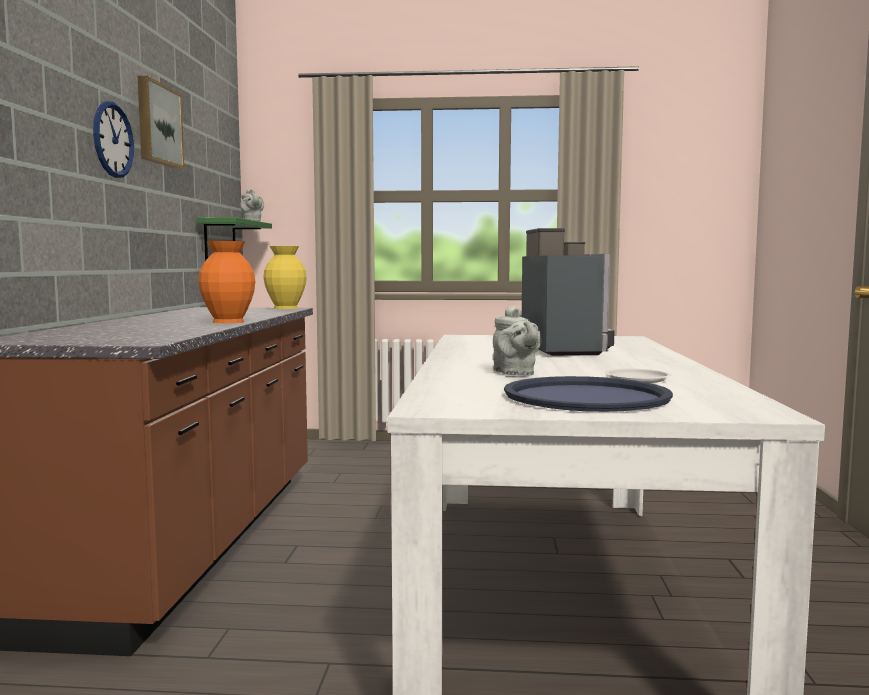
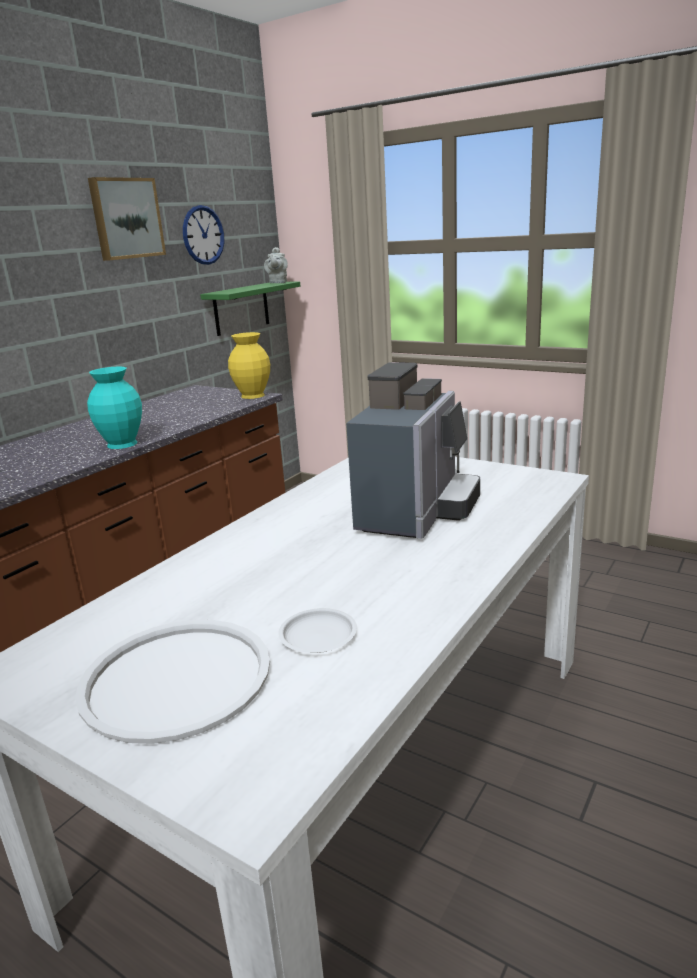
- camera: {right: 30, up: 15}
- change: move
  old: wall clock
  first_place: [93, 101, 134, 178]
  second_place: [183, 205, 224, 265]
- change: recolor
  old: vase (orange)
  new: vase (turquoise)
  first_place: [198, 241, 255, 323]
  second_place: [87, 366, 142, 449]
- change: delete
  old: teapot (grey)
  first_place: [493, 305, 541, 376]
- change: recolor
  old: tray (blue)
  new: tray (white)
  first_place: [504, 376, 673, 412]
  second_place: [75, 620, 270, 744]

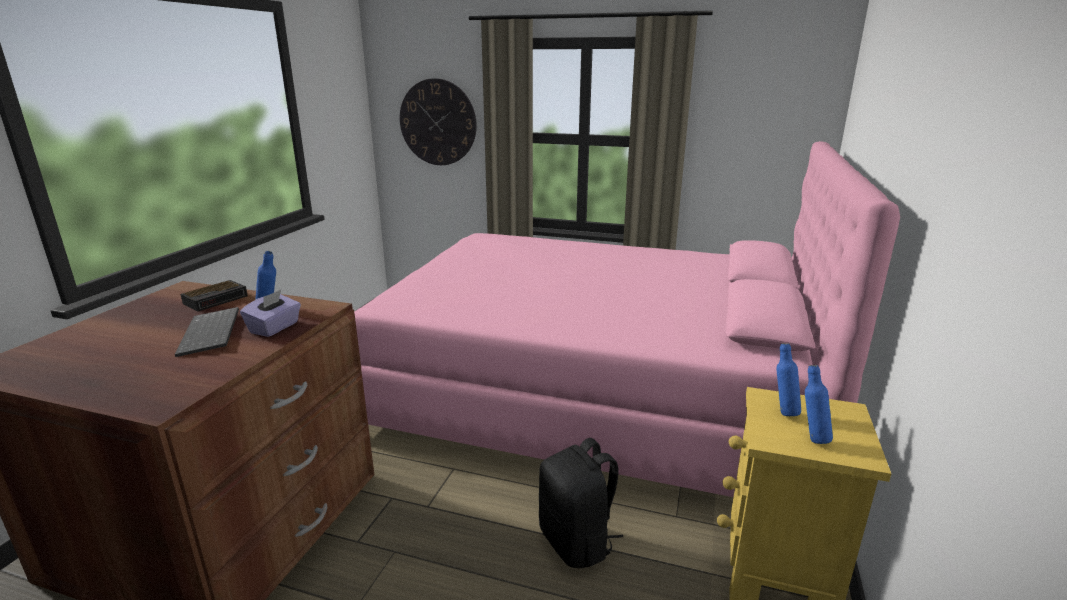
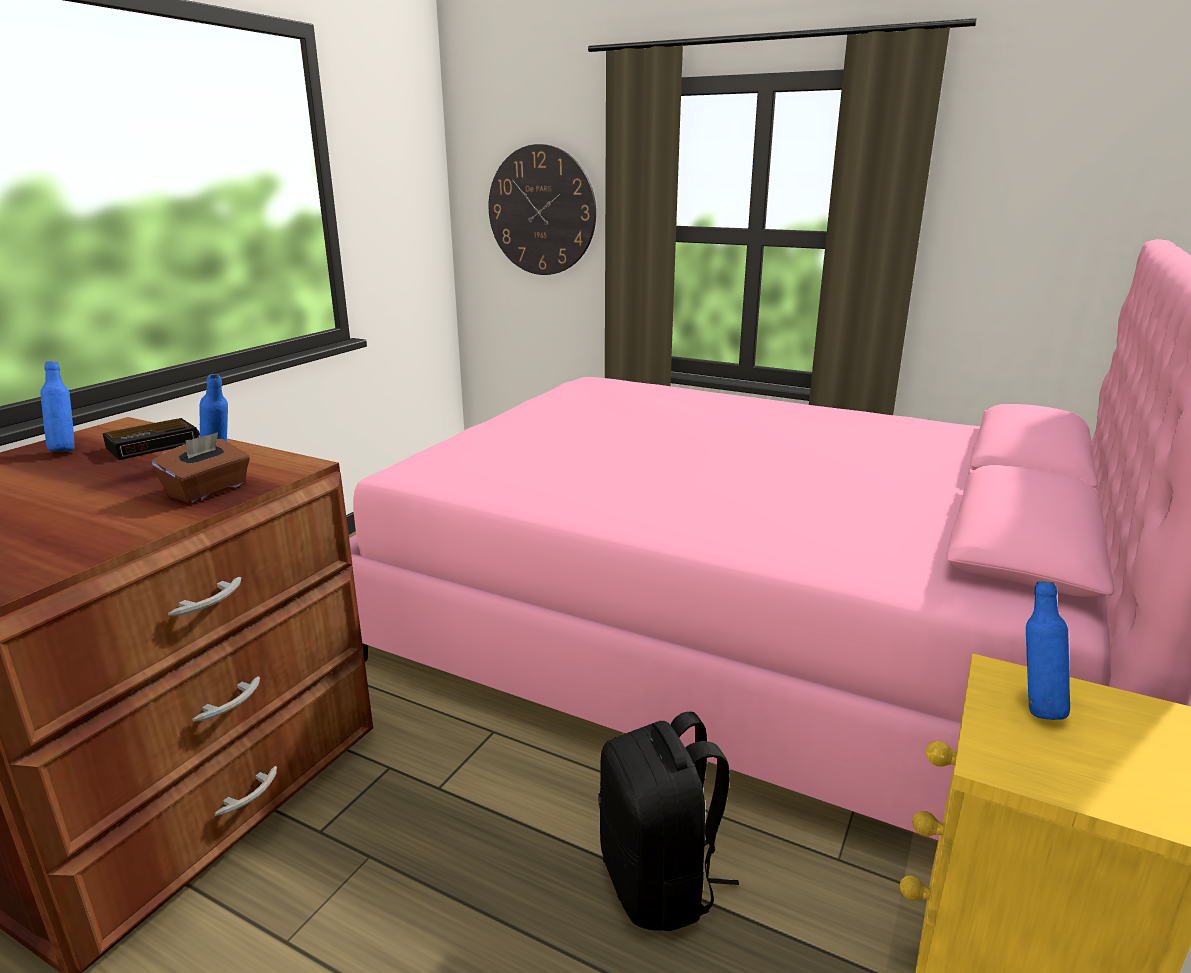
- camera: {right: 10, up: 0}
- change: recolor
  old: tissue box (purple)
  new: tissue box (brown)
  first_place: [240, 290, 301, 337]
  second_place: [152, 432, 250, 504]
- change: delete
  old: keyboard
  first_place: [175, 307, 239, 357]
- change: move
  old: bottle (blue)
  first_place: [805, 365, 833, 444]
  second_place: [40, 361, 75, 452]

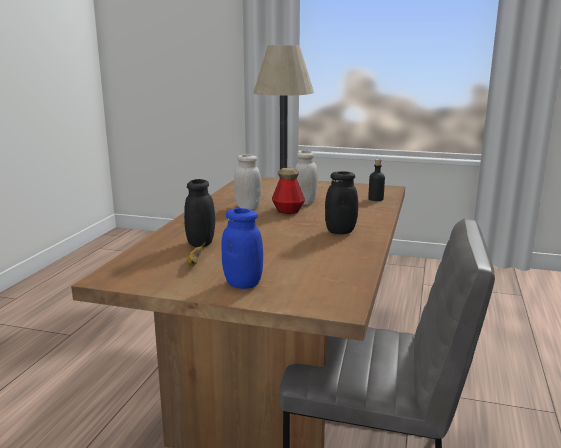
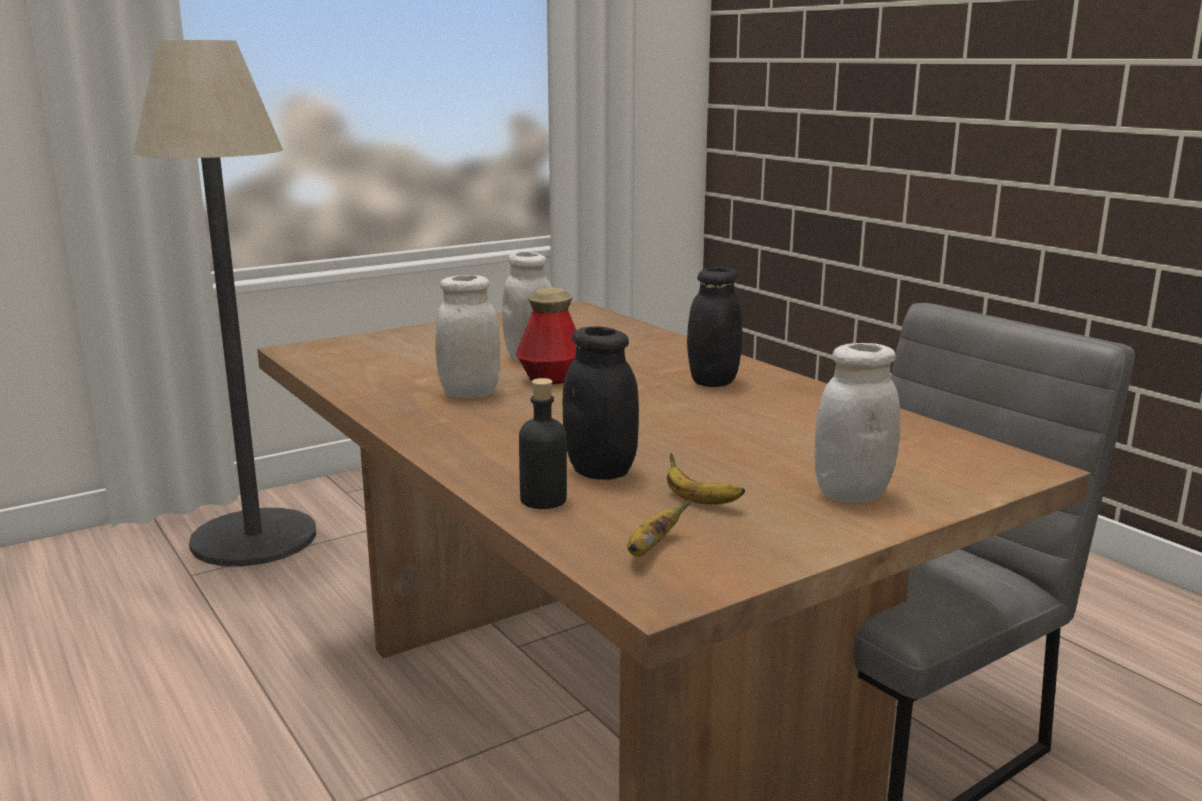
- camera: {right: -50, up: 0}
- change: move
  old: bottle (black)
  first_place: [368, 159, 385, 201]
  second_place: [519, 378, 567, 509]
- change: recolor
  old: jar (blue)
  new: jar (white)
  first_place: [221, 208, 263, 289]
  second_place: [815, 343, 900, 503]
- change: insert
  new: banana
  second_place: [627, 498, 692, 557]

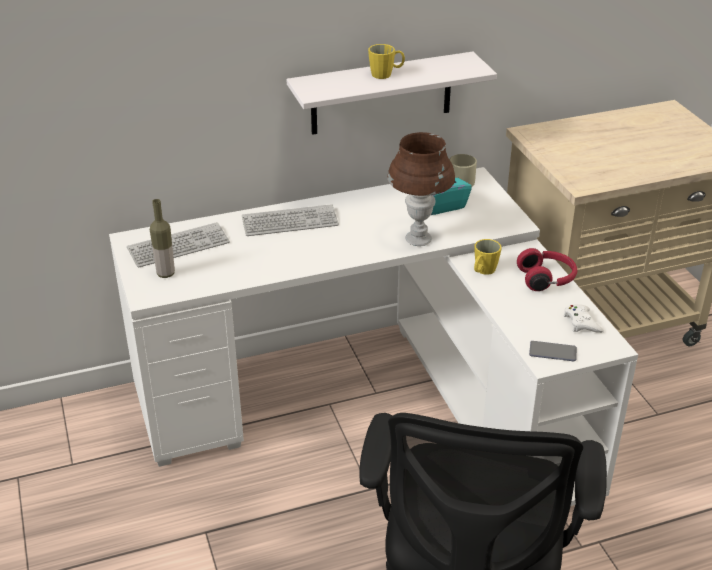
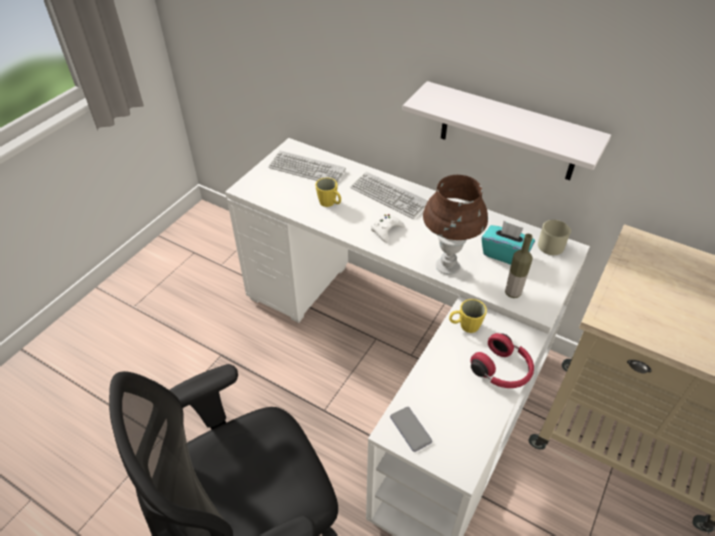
- camera: {right: 50, up: 10}
- change: move
  old: mug (yellow)
  first_place: [368, 44, 405, 79]
  second_place: [315, 177, 341, 207]
- change: move
  old: bottle
  first_place: [150, 199, 175, 278]
  second_place: [505, 234, 533, 298]
- change: move
  old: game controller (white)
  first_place: [564, 304, 604, 333]
  second_place: [371, 214, 405, 243]

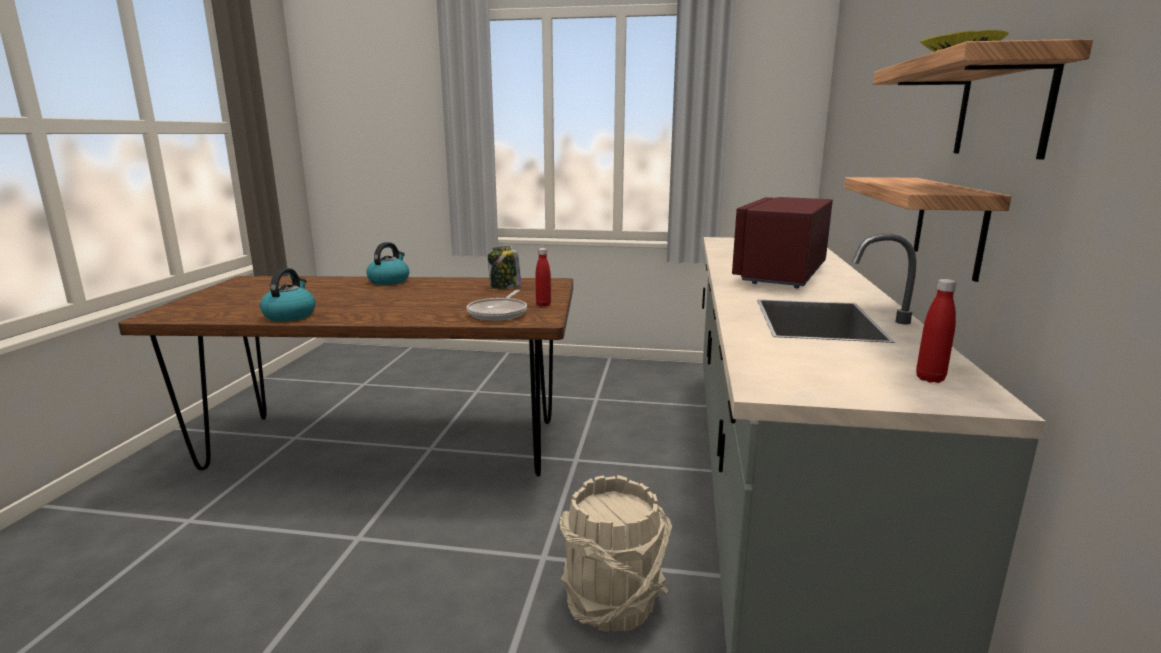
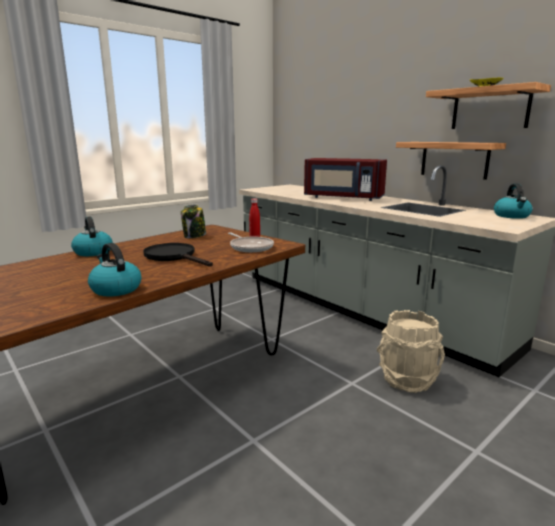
- camera: {right: -50, up: 0}
- change: rotate
  old: microwave (red)
  first_place: [732, 197, 833, 288]
  second_place: [304, 158, 387, 201]
  degrees: -45
- change: replace
  old: bottle (red)
  new: kettle
  first_place: [916, 279, 957, 383]
  second_place: [494, 184, 532, 219]
- change: insert
  new: frying pan (black)
  second_place: [143, 243, 213, 267]

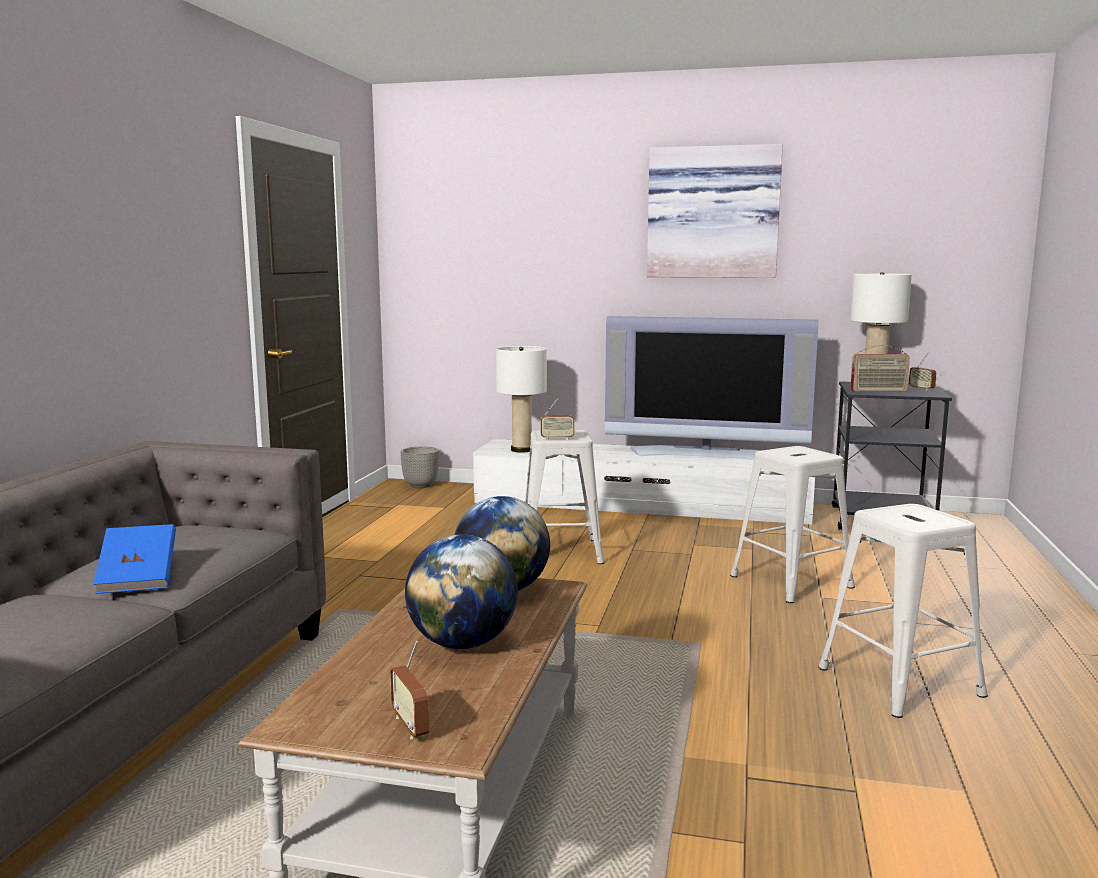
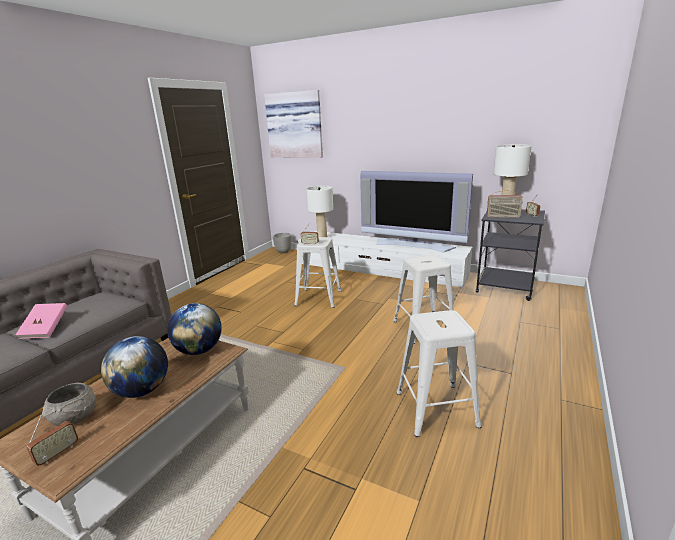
- camera: {right: 15, up: 10}
- change: move
  old: picture
  first_place: [647, 144, 783, 278]
  second_place: [264, 90, 323, 158]
- change: recolor
  old: book (blue)
  new: book (pink)
  first_place: [93, 524, 176, 594]
  second_place: [16, 303, 67, 339]
- change: rotate
  old: radio
  first_place: [390, 641, 429, 739]
  second_place: [27, 414, 78, 466]
  degrees: -135
- change: insert
  new: bowl (grey)
  second_place: [42, 383, 96, 426]

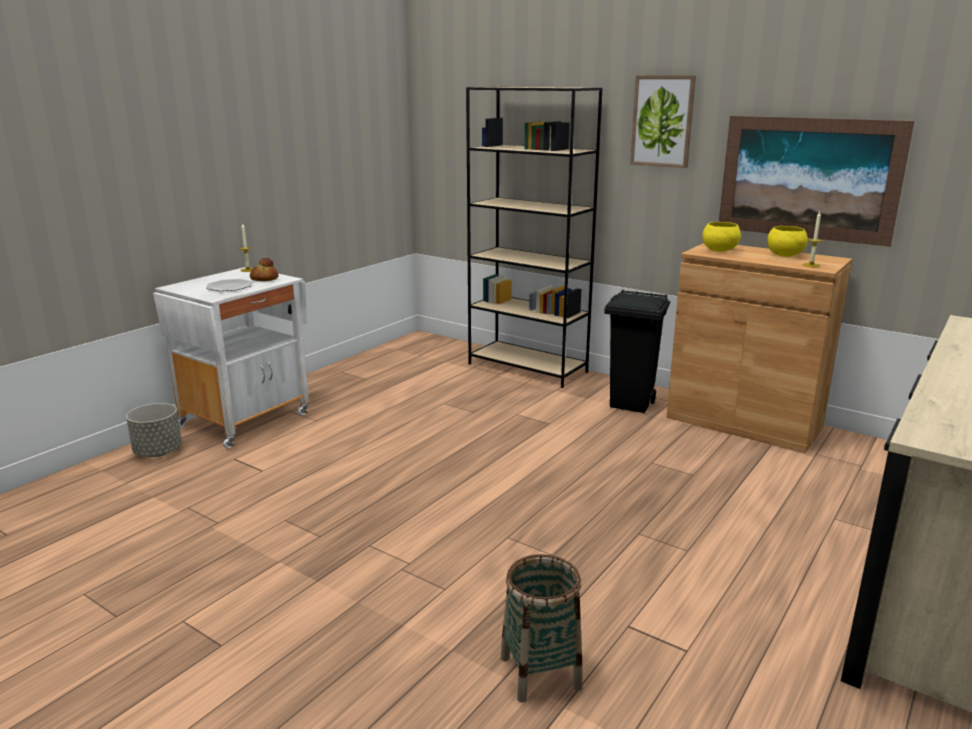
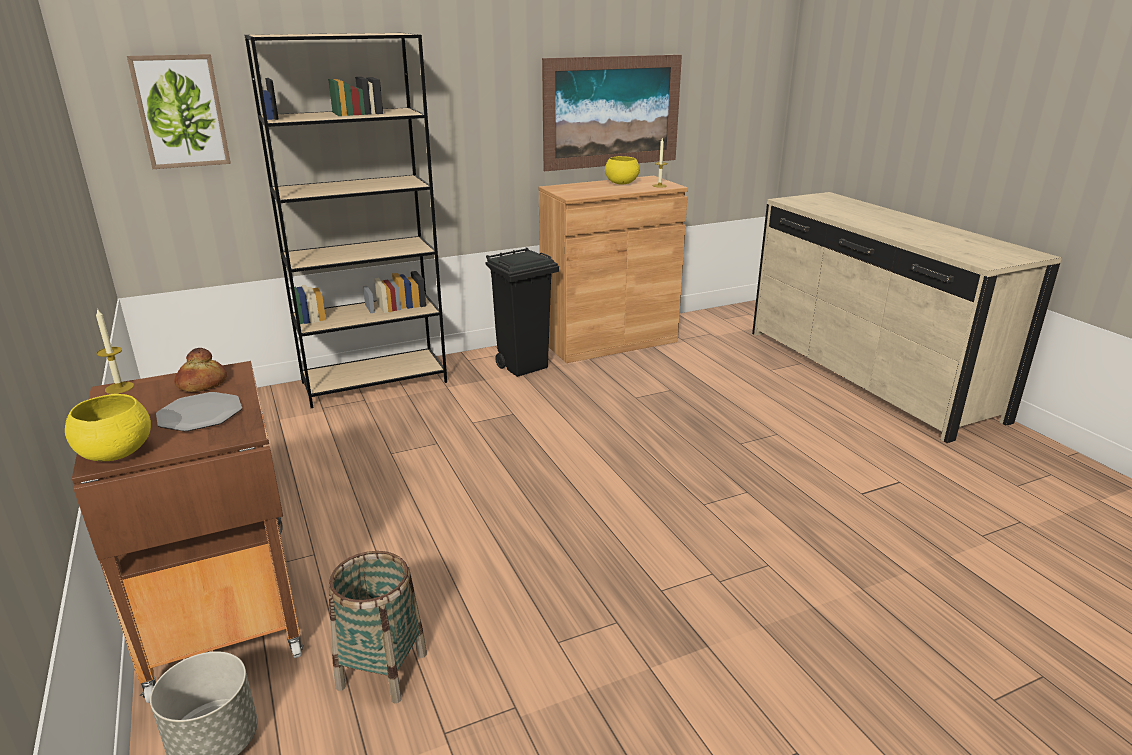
- camera: {right: -60, up: 5}
- change: move
  old: picture
  first_place: [630, 76, 696, 168]
  second_place: [127, 54, 231, 169]
- change: move
  old: bowl (yellow)
  first_place: [702, 222, 741, 252]
  second_place: [65, 394, 151, 461]
- change: recolor
  old: cart (white)
  new: cart (brown)
  first_place: [153, 267, 309, 449]
  second_place: [72, 361, 303, 703]
- change: move
  old: basket
  first_place: [501, 554, 582, 703]
  second_place: [329, 551, 427, 704]

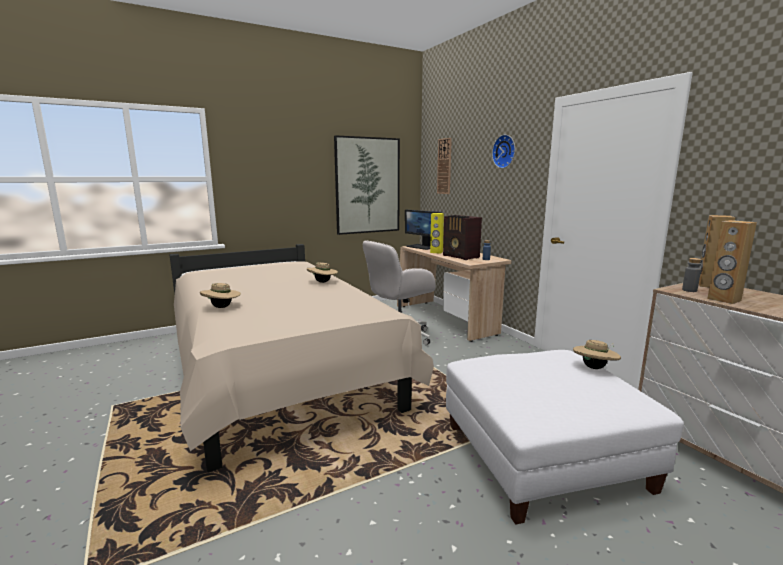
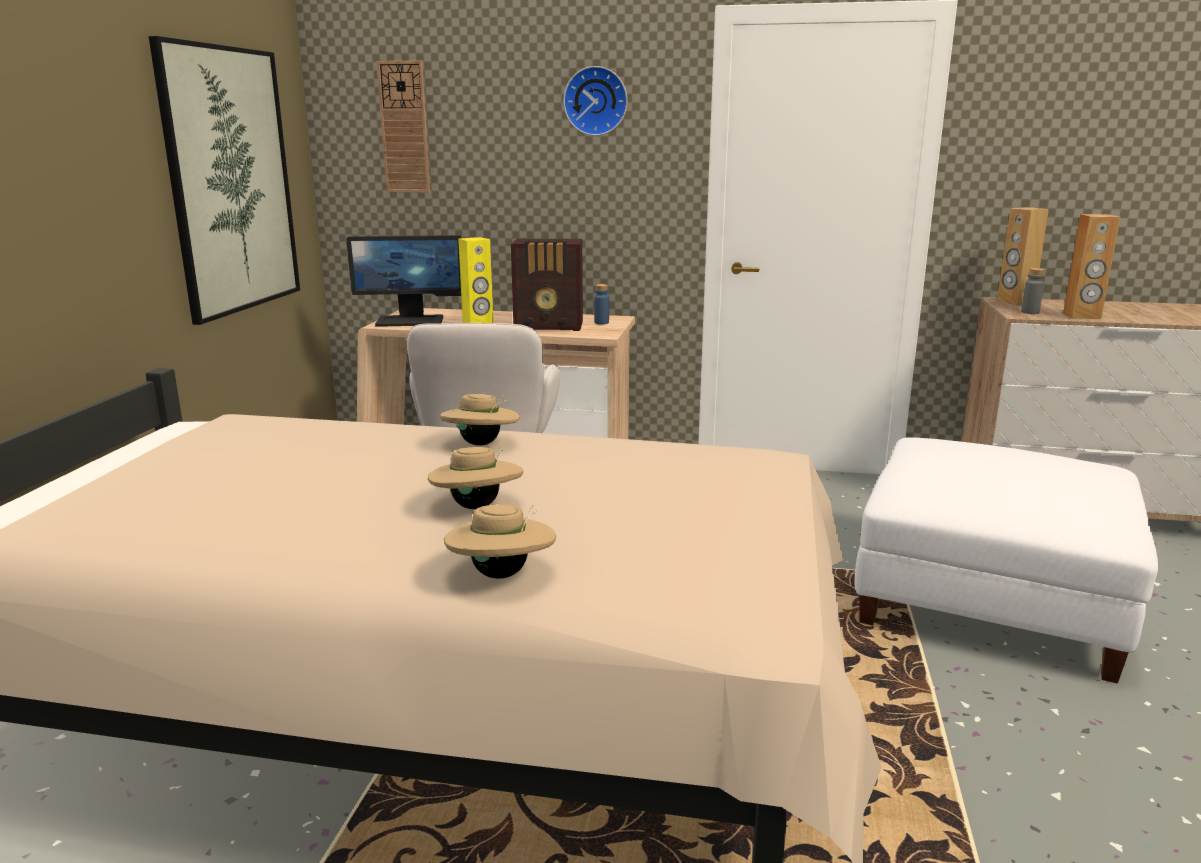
- camera: {right: -50, up: 5}
- change: move
  old: hat (beige)
  first_place: [573, 340, 621, 369]
  second_place: [428, 444, 523, 509]

